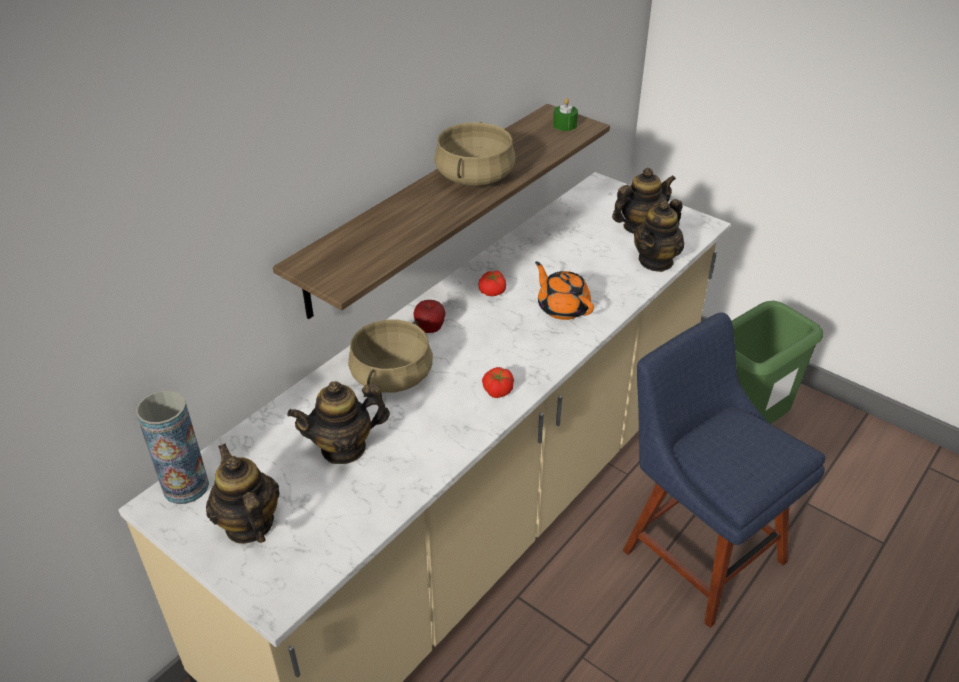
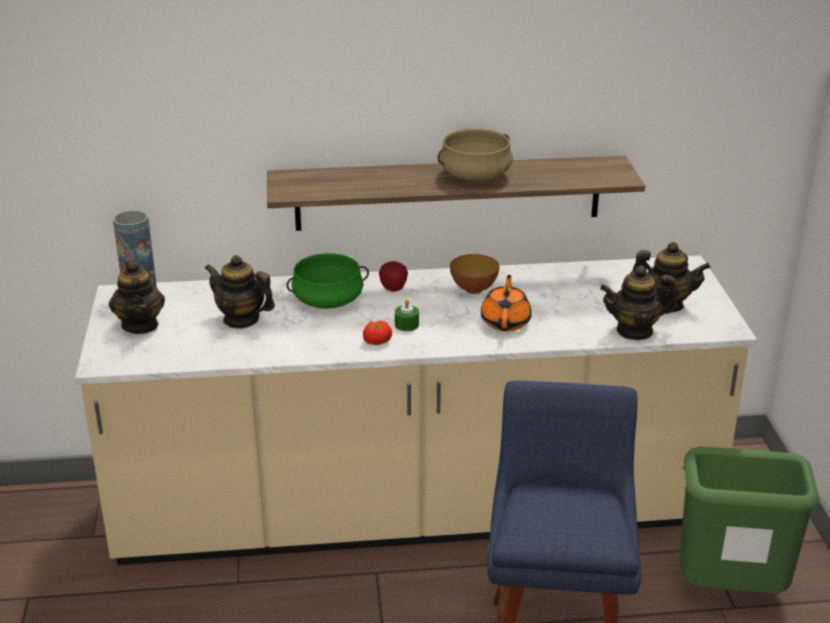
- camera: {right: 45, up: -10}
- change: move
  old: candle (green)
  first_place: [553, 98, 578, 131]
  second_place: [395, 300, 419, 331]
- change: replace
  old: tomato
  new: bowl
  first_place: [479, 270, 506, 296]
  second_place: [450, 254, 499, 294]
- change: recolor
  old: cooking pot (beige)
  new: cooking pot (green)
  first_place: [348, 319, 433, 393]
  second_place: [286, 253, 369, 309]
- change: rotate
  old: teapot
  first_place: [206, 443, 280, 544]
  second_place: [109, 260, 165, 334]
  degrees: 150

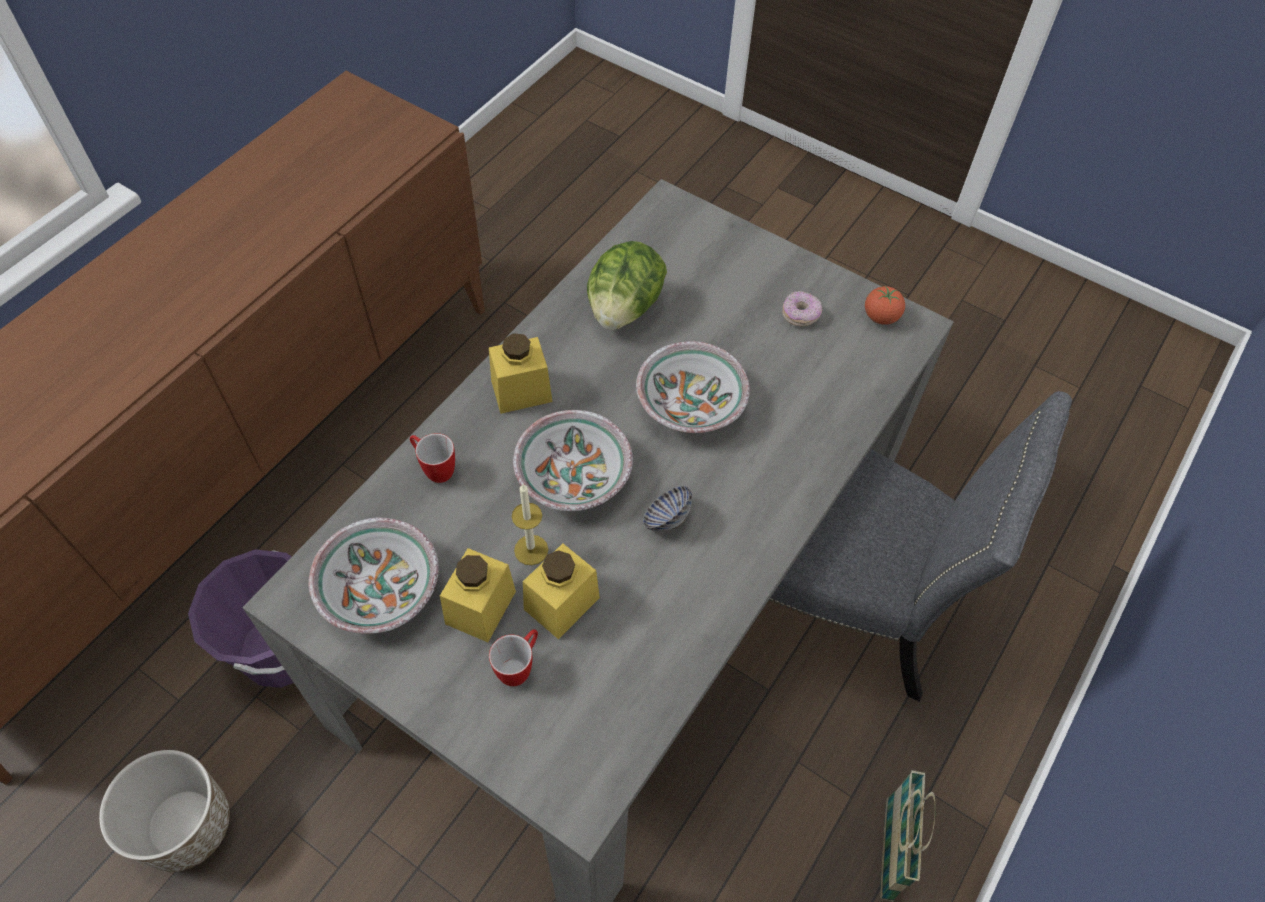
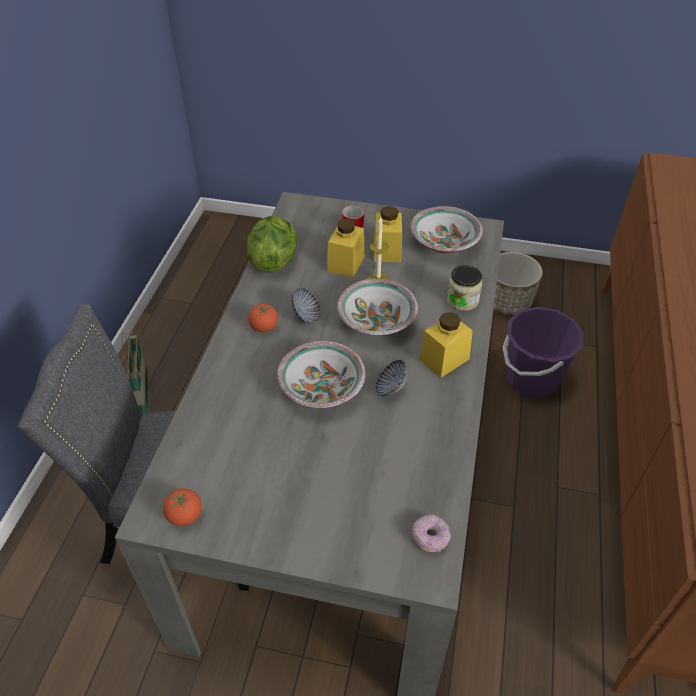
- camera: {right: 160, up: -10}
- change: move
  old: lettuce
  first_place: [587, 241, 667, 330]
  second_place: [247, 215, 298, 273]
- change: move
  old: donut
  first_place: [782, 291, 822, 326]
  second_place: [412, 514, 451, 552]
- change: replace
  old: mug
  new: jar
  first_place: [410, 433, 455, 483]
  second_place: [447, 265, 482, 311]
- change: insert
  new: tomato
  second_place: [248, 303, 278, 332]
- change: insert
  new: bowl
  second_place: [375, 359, 407, 396]

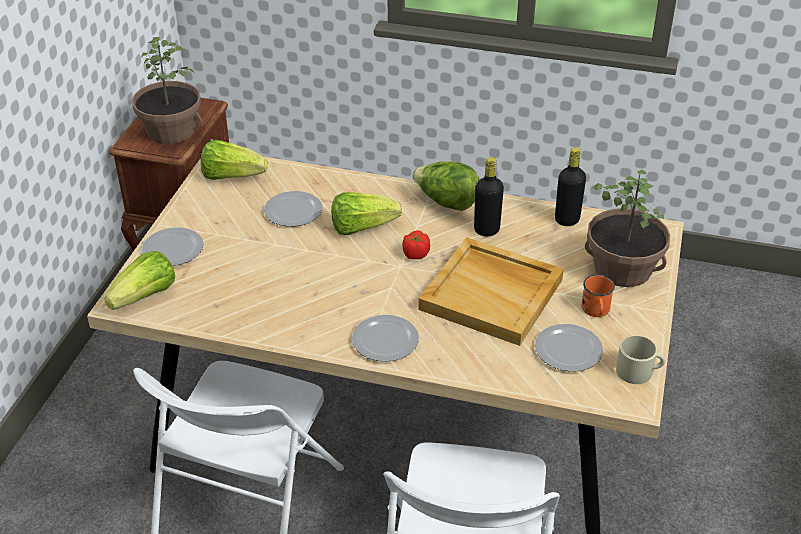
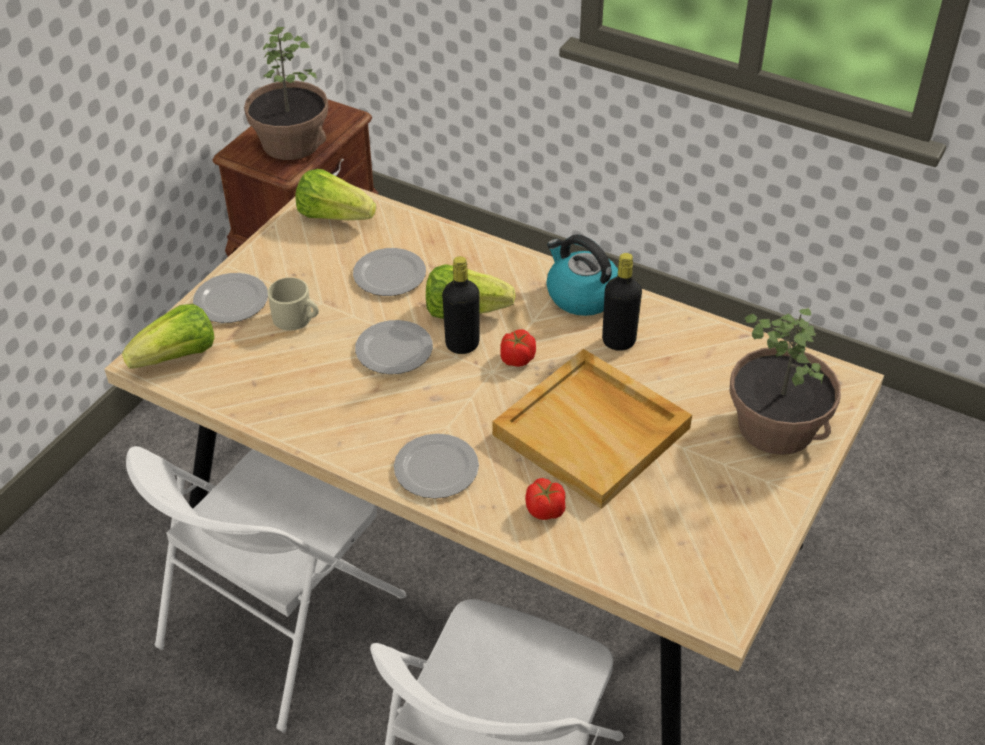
- camera: {right: 15, up: 5}
- change: move
  old: bottle (black)
  first_place: [555, 147, 586, 226]
  second_place: [442, 256, 480, 354]
- change: replace
  old: lettuce
  new: kettle
  first_place: [412, 161, 480, 211]
  second_place: [546, 234, 618, 316]
- change: delete
  old: mug (orange)
  first_place: [582, 275, 615, 317]
- change: move
  old: plate
  first_place: [535, 324, 603, 372]
  second_place: [355, 320, 433, 374]
- change: move
  old: mug (beige)
  first_place: [616, 335, 665, 384]
  second_place: [268, 277, 319, 331]
- change: insert
  new: tomato
  second_place: [525, 478, 565, 520]

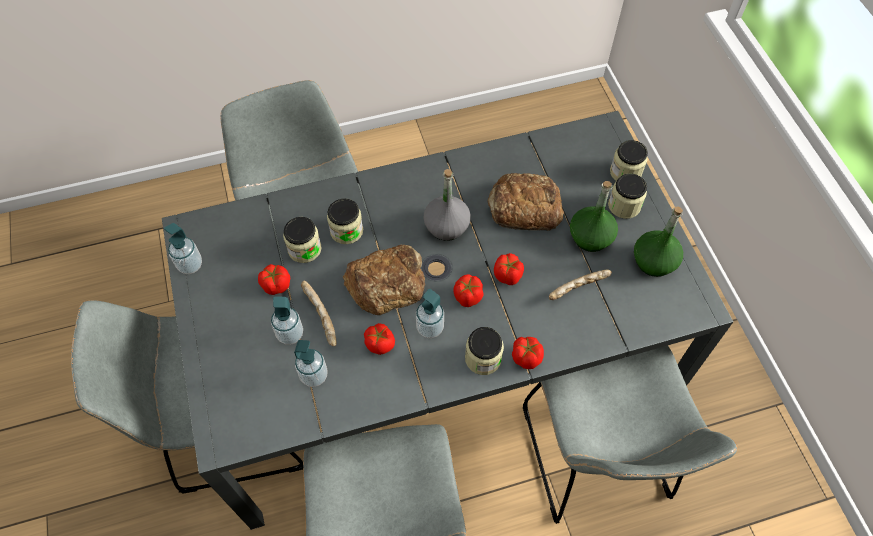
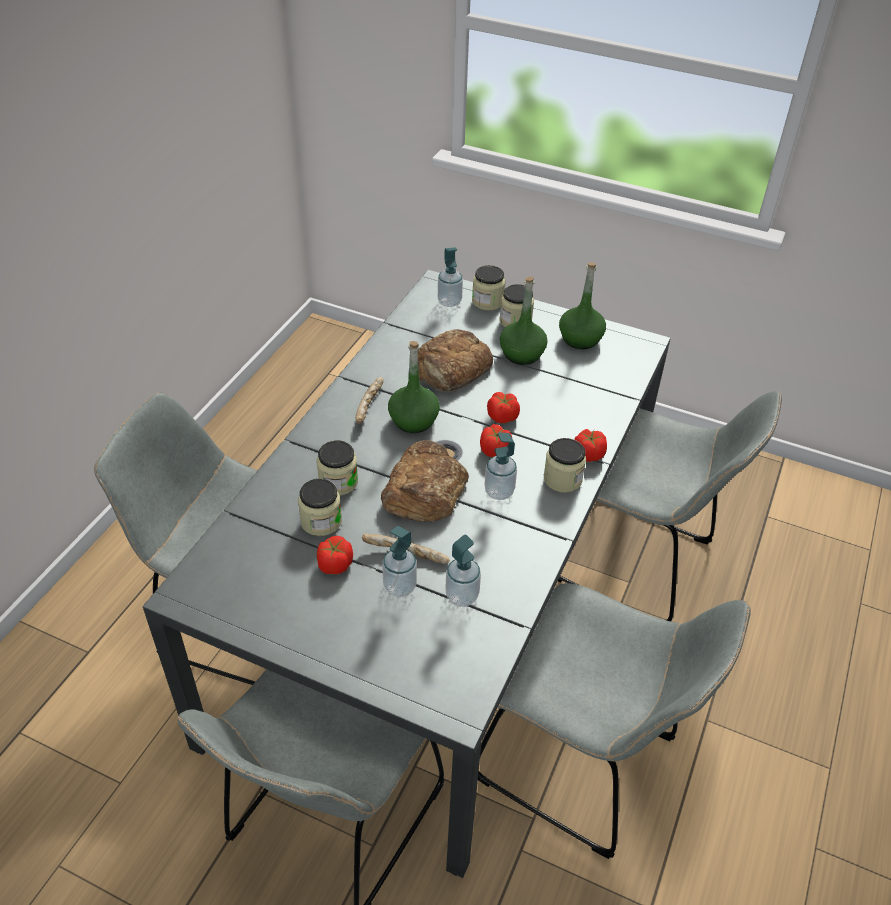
- camera: {right: -50, up: -15}
- change: recolor
  old: bottle (grey)
  new: bottle (green)
  first_place: [424, 169, 471, 241]
  second_place: [388, 341, 440, 433]
- change: move
  old: soap dispenser
  first_place: [164, 223, 202, 274]
  second_place: [438, 247, 463, 307]
- change: move
  old: bread
  first_place: [549, 269, 612, 300]
  second_place: [355, 377, 384, 424]
- change: delete
  old: tomato
  first_place: [364, 323, 395, 355]

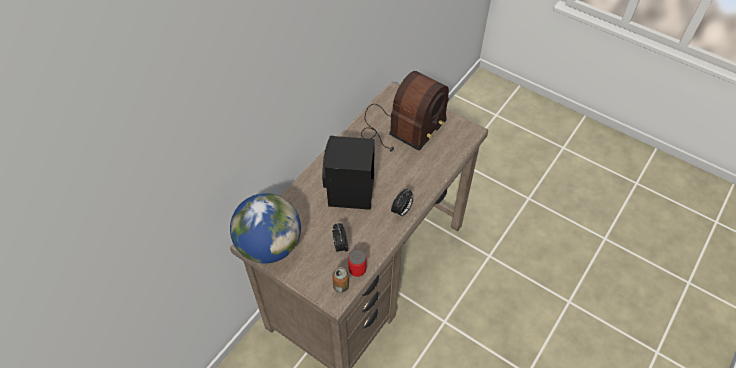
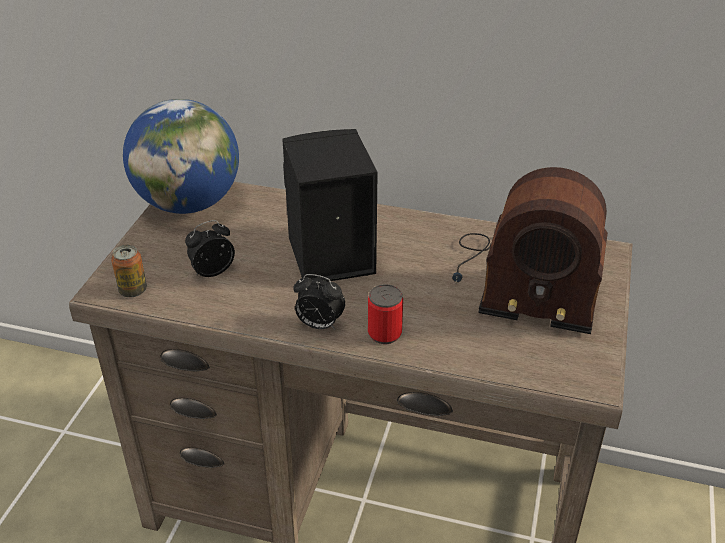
- camera: {right: 70, up: -15}
- change: move
  old: can
  first_place: [348, 249, 367, 277]
  second_place: [368, 284, 403, 344]

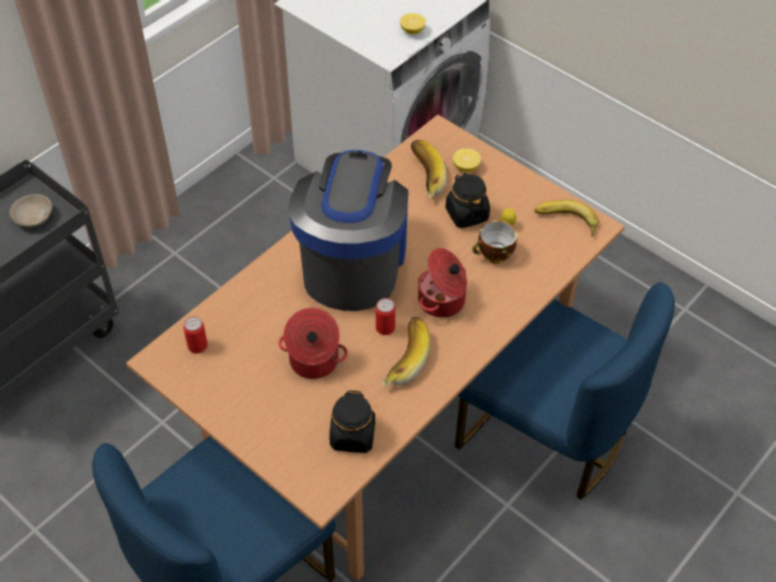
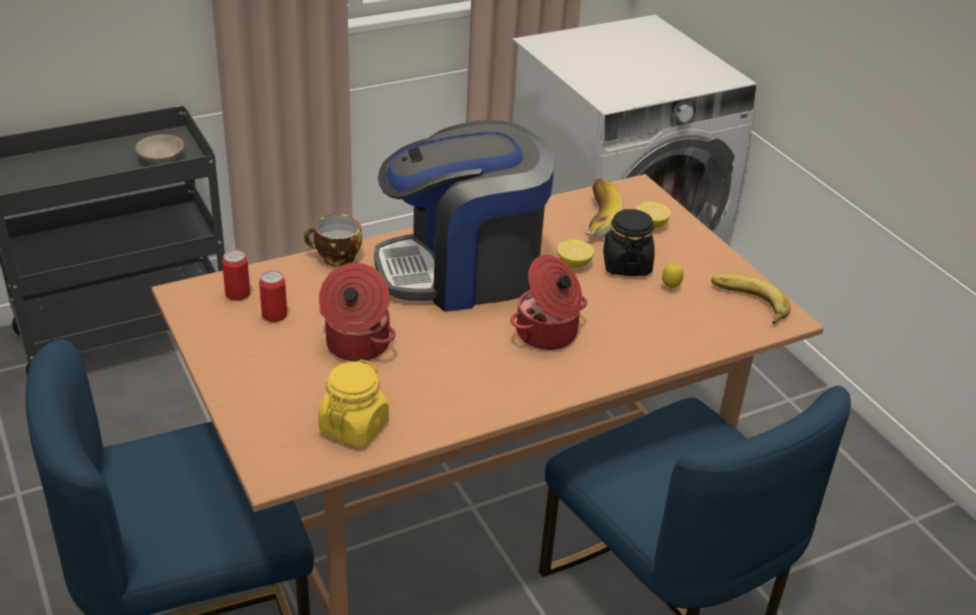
- camera: {right: 20, up: -15}
- change: move
  old: lemon
  first_place: [400, 13, 426, 34]
  second_place: [557, 240, 594, 268]
- change: rotate
  old: coffee machine
  first_place: [288, 150, 408, 311]
  second_place: [374, 120, 555, 312]
  degrees: -135
- change: move
  old: cup
  first_place: [472, 220, 517, 263]
  second_place: [304, 214, 362, 267]
- change: move
  old: can
  first_place: [376, 298, 395, 335]
  second_place: [259, 270, 287, 322]
- change: delete
  old: banana
  first_place: [380, 317, 430, 386]
- change: recolor
  old: jar (black)
  new: jar (yellow)
  first_place: [329, 390, 375, 453]
  second_place: [318, 360, 389, 447]

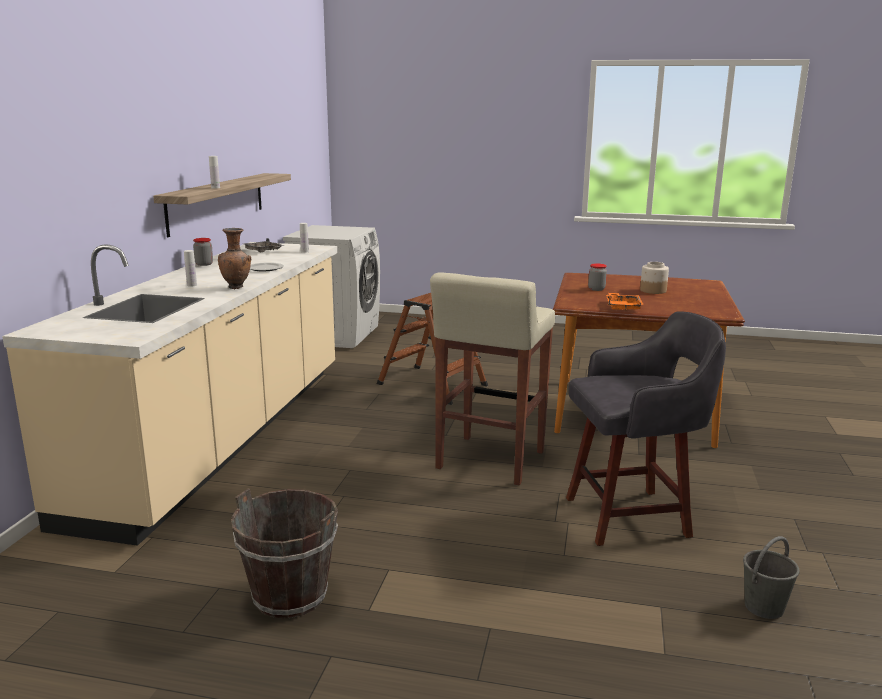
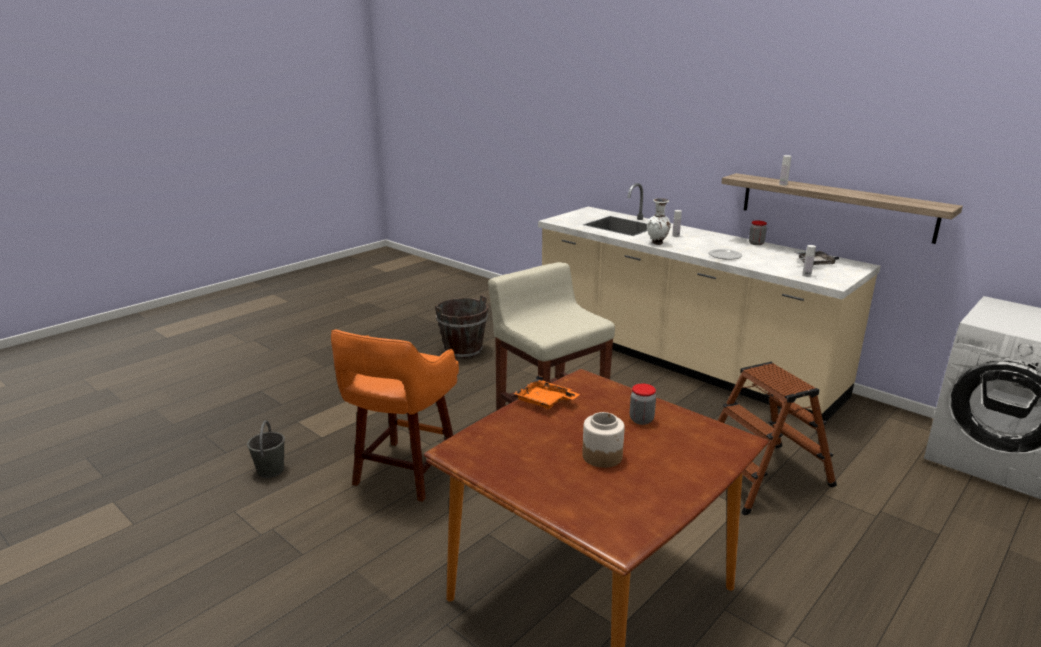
- camera: {right: 120, up: 5}
- change: recolor
  old: vase (brown)
  new: vase (white)
  first_place: [218, 228, 251, 289]
  second_place: [647, 198, 671, 245]
- change: recolor
  old: stool (grey)
  new: stool (orange)
  first_place: [566, 311, 726, 546]
  second_place: [331, 330, 459, 502]

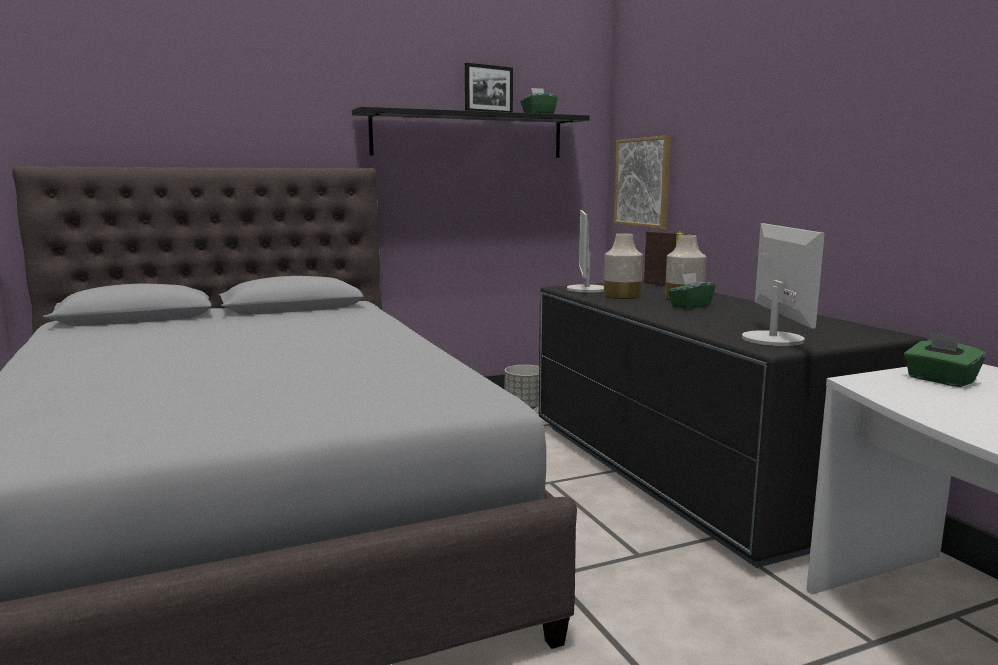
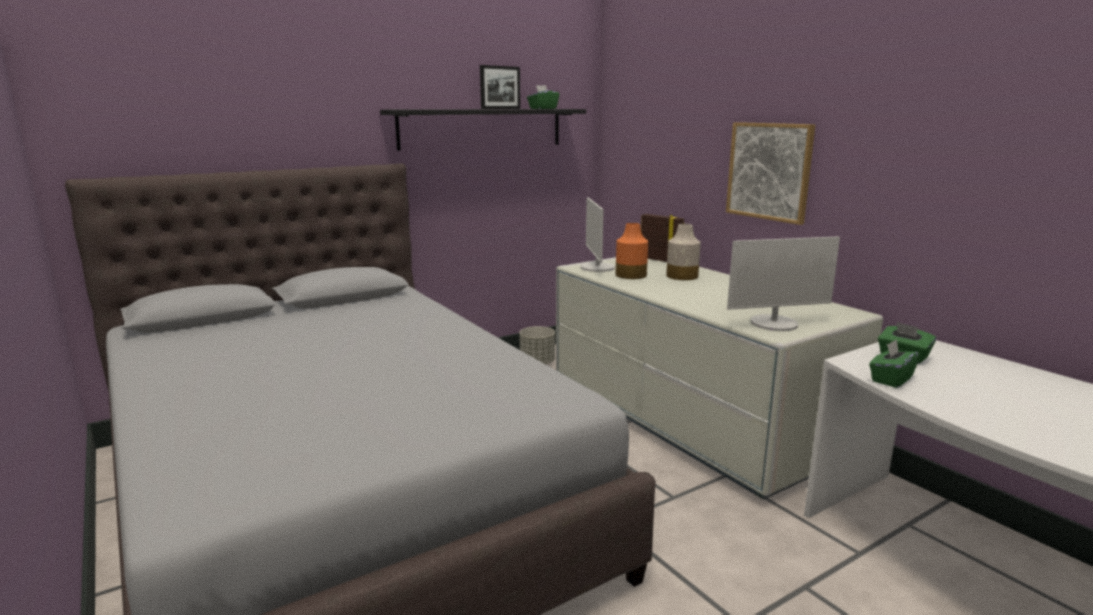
- camera: {right: -10, up: 5}
- change: move
  old: picture
  first_place: [613, 136, 671, 229]
  second_place: [726, 122, 815, 225]
- change: rotate
  old: monitor
  first_place: [742, 223, 825, 346]
  second_place: [727, 236, 840, 331]
  degrees: 90
- change: recolor
  old: vase (beige)
  new: vase (orange)
  first_place: [603, 233, 643, 299]
  second_place: [615, 223, 648, 279]
- change: move
  old: tissue box (green)
  first_place: [668, 273, 715, 309]
  second_place: [869, 339, 920, 388]
- change: recolor
  old: dresser (black)
  new: dresser (white)
  first_place: [539, 281, 927, 568]
  second_place: [556, 257, 883, 500]

